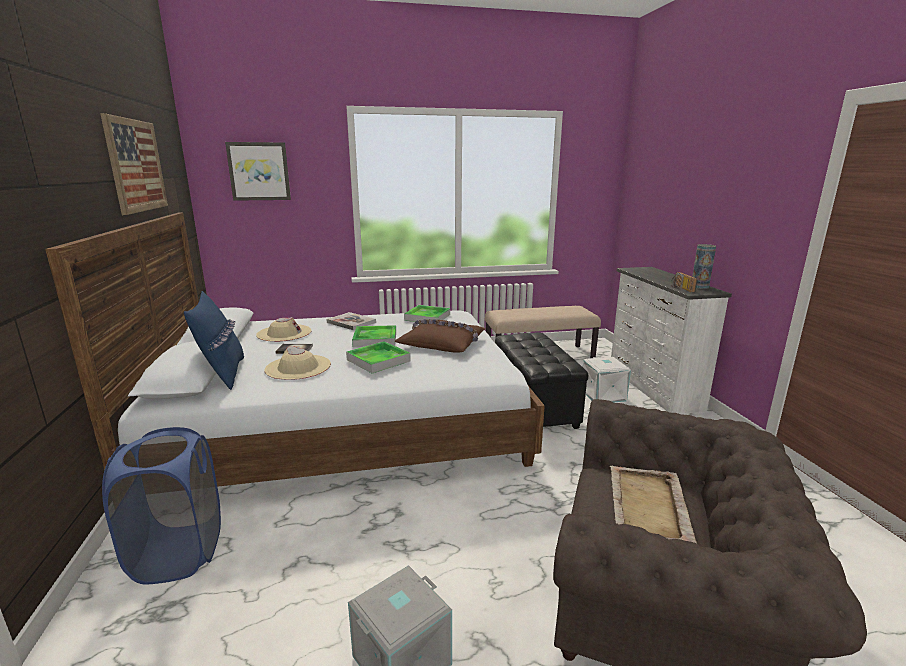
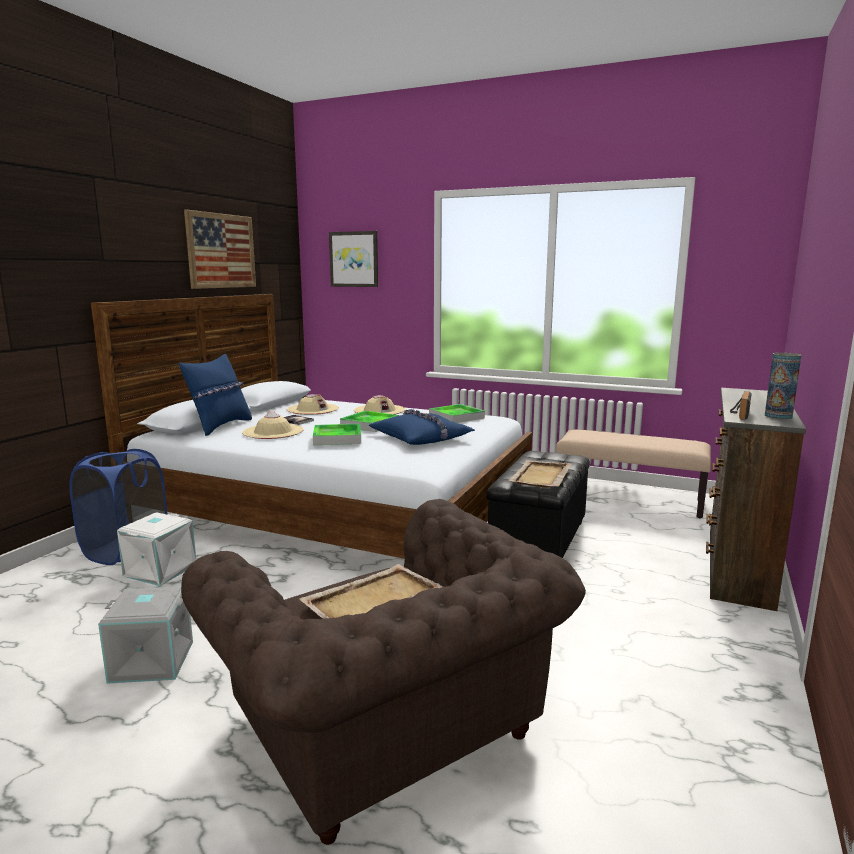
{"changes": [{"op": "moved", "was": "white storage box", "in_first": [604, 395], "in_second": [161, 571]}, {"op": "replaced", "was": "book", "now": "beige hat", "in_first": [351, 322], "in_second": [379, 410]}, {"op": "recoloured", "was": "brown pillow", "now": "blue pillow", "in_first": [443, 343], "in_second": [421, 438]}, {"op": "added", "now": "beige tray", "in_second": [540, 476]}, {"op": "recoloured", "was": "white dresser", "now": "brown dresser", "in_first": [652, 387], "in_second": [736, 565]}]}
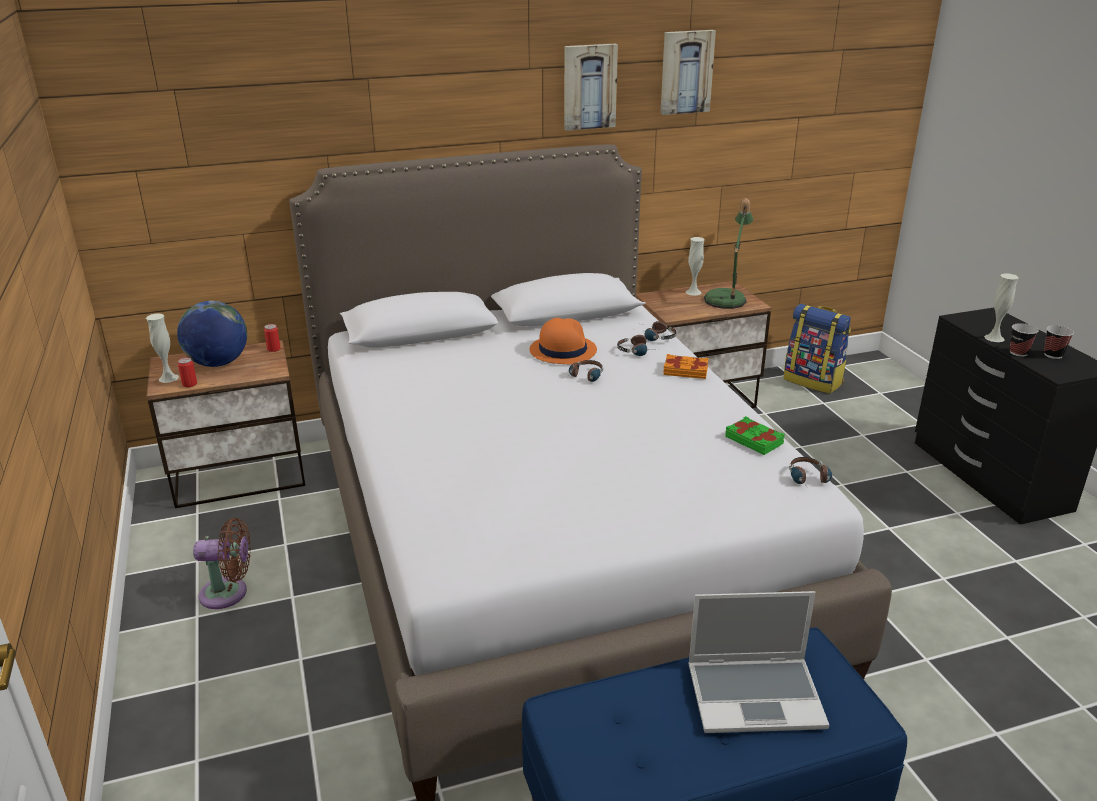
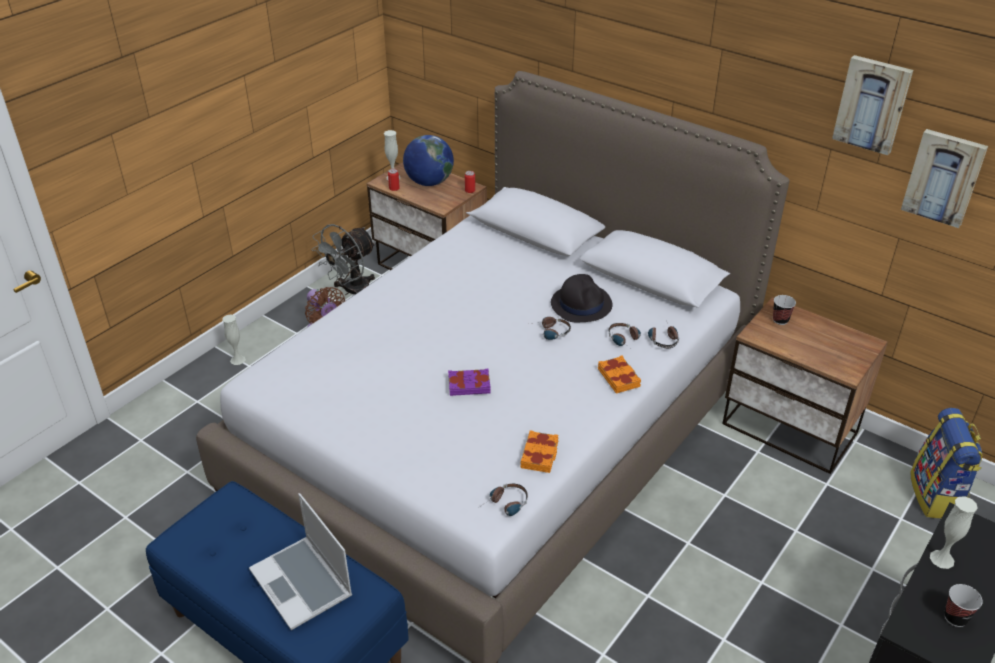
{"changes": [{"op": "moved", "was": "white vase", "in_first": [693, 292], "in_second": [237, 360]}, {"op": "added", "now": "grey fan", "in_second": [351, 291]}, {"op": "added", "now": "purple book", "in_second": [469, 385]}, {"op": "recoloured", "was": "green book", "now": "orange book", "in_first": [754, 440], "in_second": [540, 455]}, {"op": "recoloured", "was": "orange hat", "now": "black hat", "in_first": [562, 350], "in_second": [581, 304]}, {"op": "moved", "was": "cup", "in_first": [1018, 353], "in_second": [780, 320]}, {"op": "moved", "was": "picture", "in_first": [589, 86], "in_second": [944, 177]}, {"op": "removed", "was": "table lamp", "in_first": [727, 298]}]}
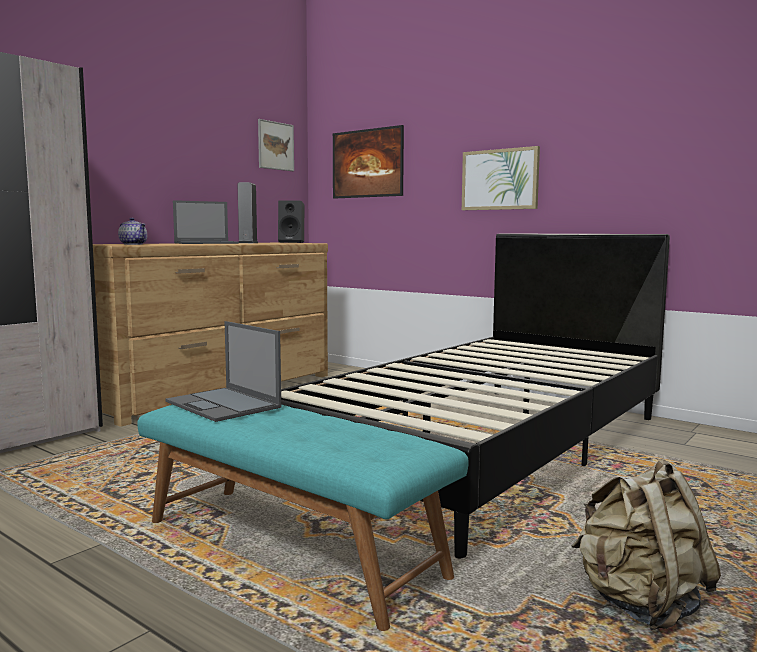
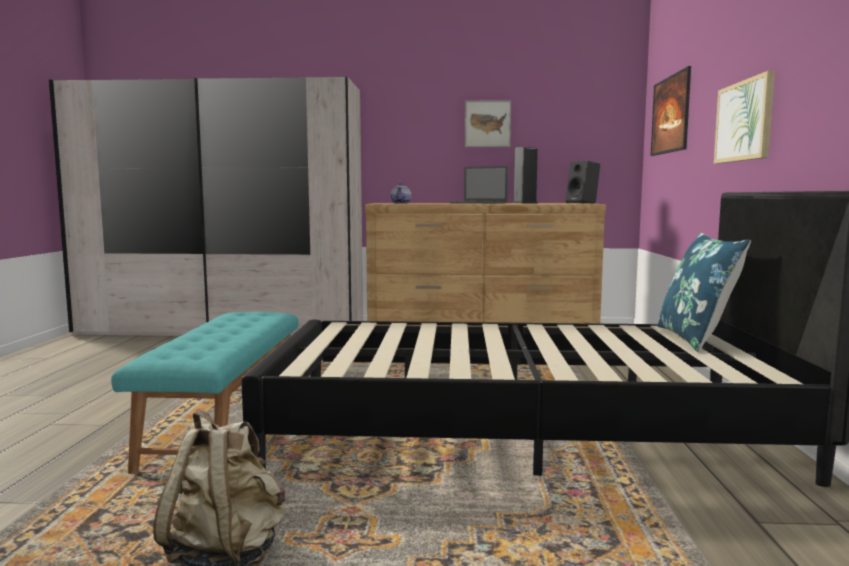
{"changes": [{"op": "moved", "was": "picture", "in_first": [275, 146], "in_second": [487, 124]}, {"op": "added", "now": "blue pillow", "in_second": [696, 338]}, {"op": "removed", "was": "laptop", "in_first": [224, 405]}]}
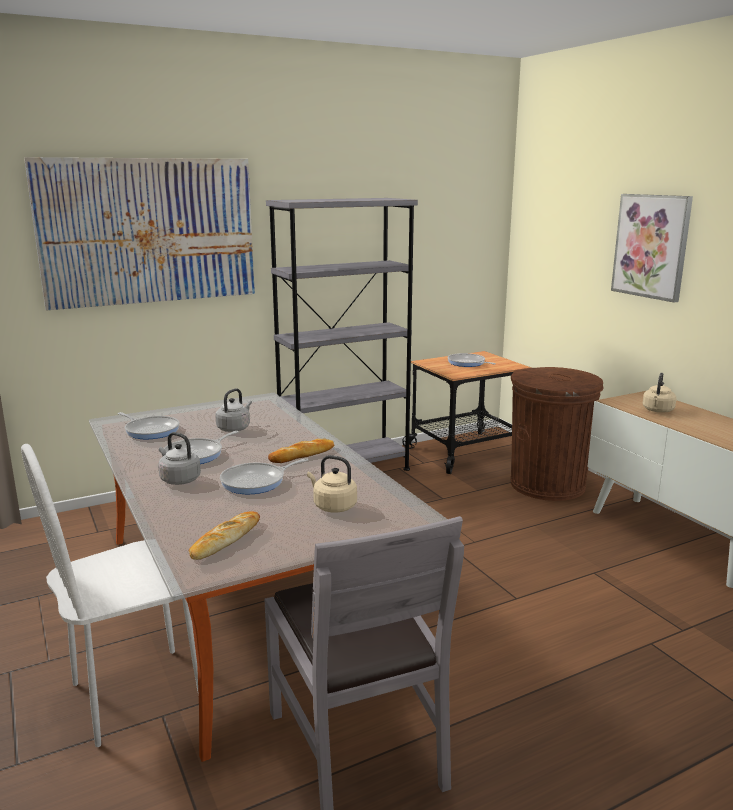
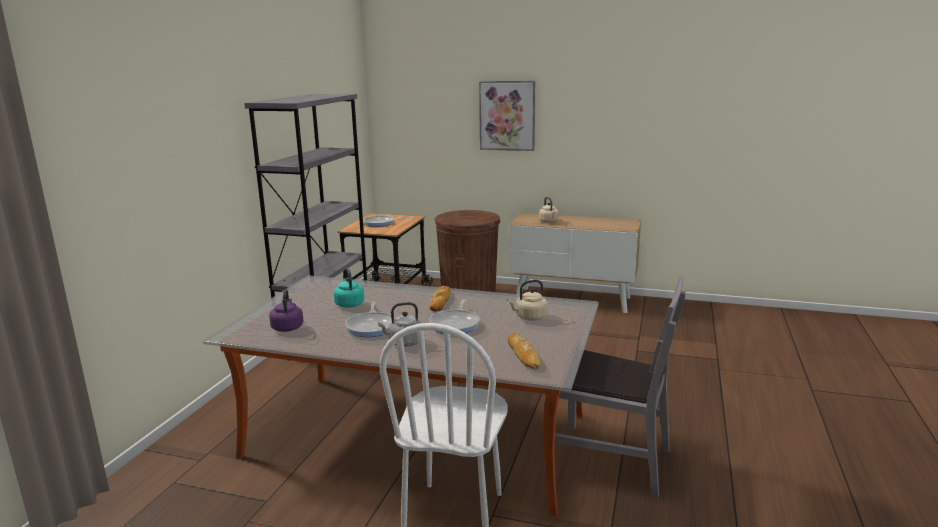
{"changes": [{"op": "replaced", "was": "frying pan", "now": "purple kettle", "in_first": [150, 430], "in_second": [287, 327]}, {"op": "recoloured", "was": "grey kettle", "now": "turquoise kettle", "in_first": [235, 428], "in_second": [349, 304]}, {"op": "removed", "was": "picture", "in_first": [149, 231]}]}
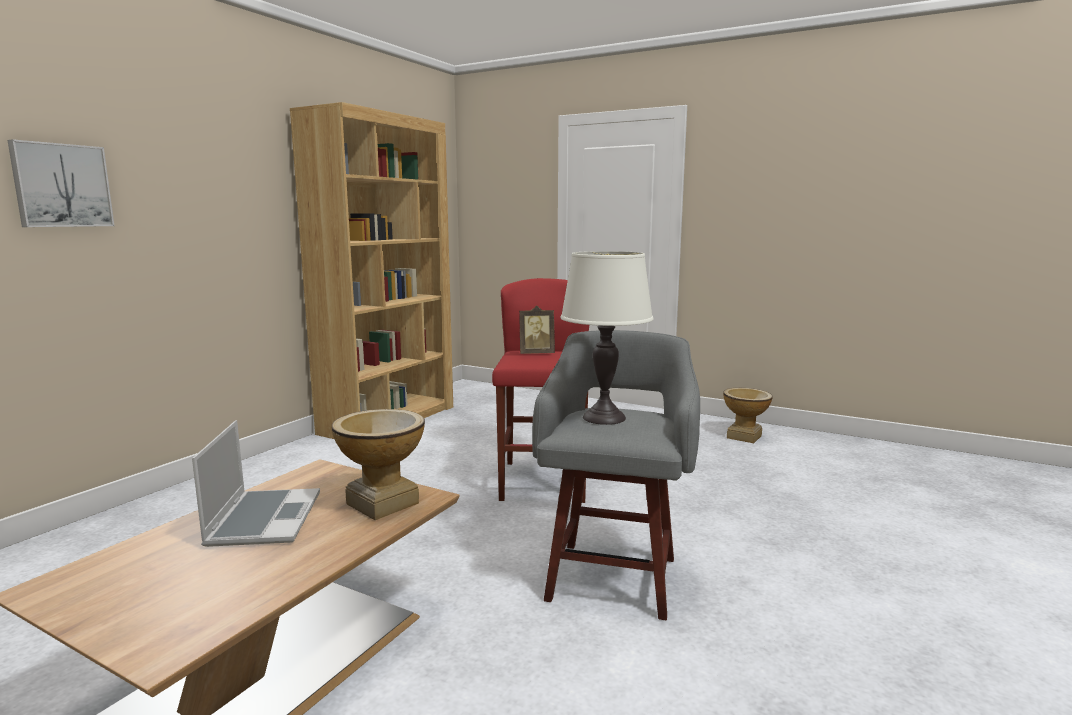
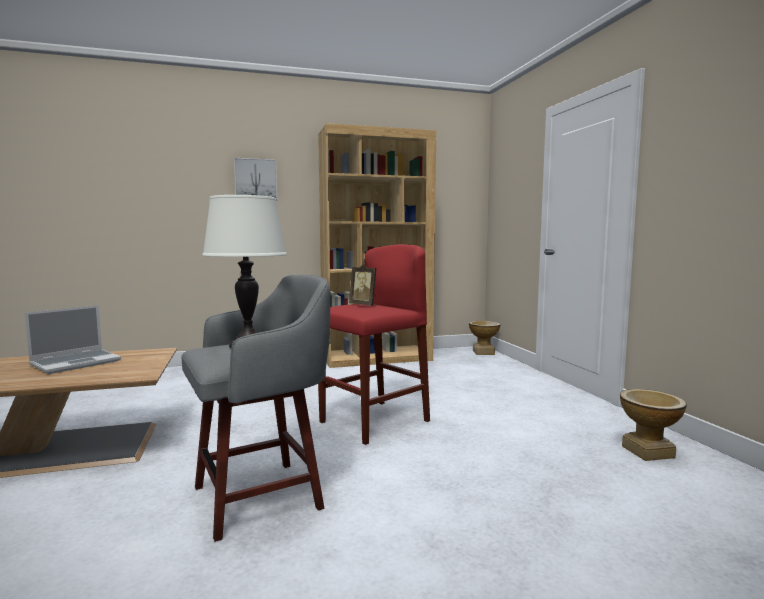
{"changes": [{"op": "moved", "was": "picture", "in_first": [61, 185], "in_second": [255, 180]}, {"op": "moved", "was": "vase", "in_first": [383, 503], "in_second": [483, 352]}]}
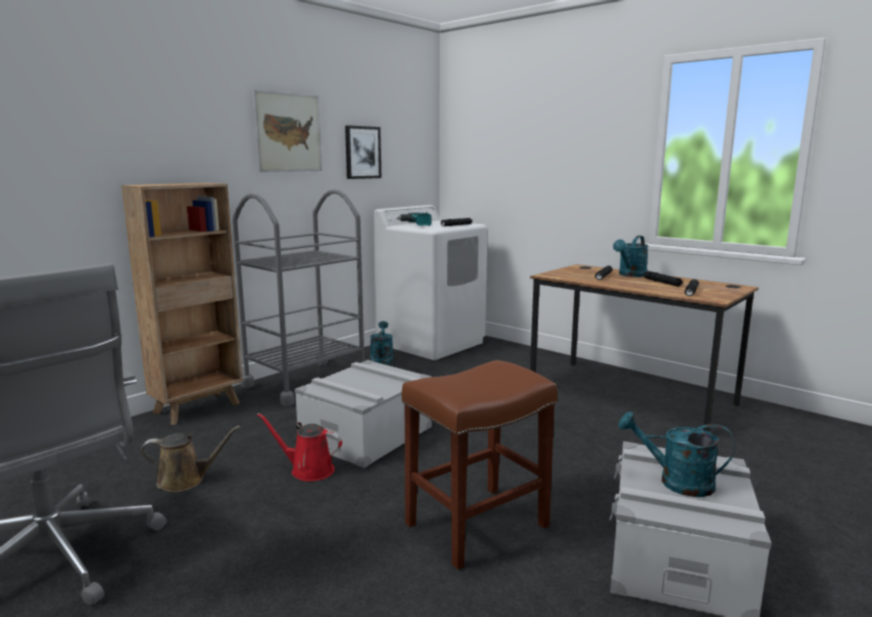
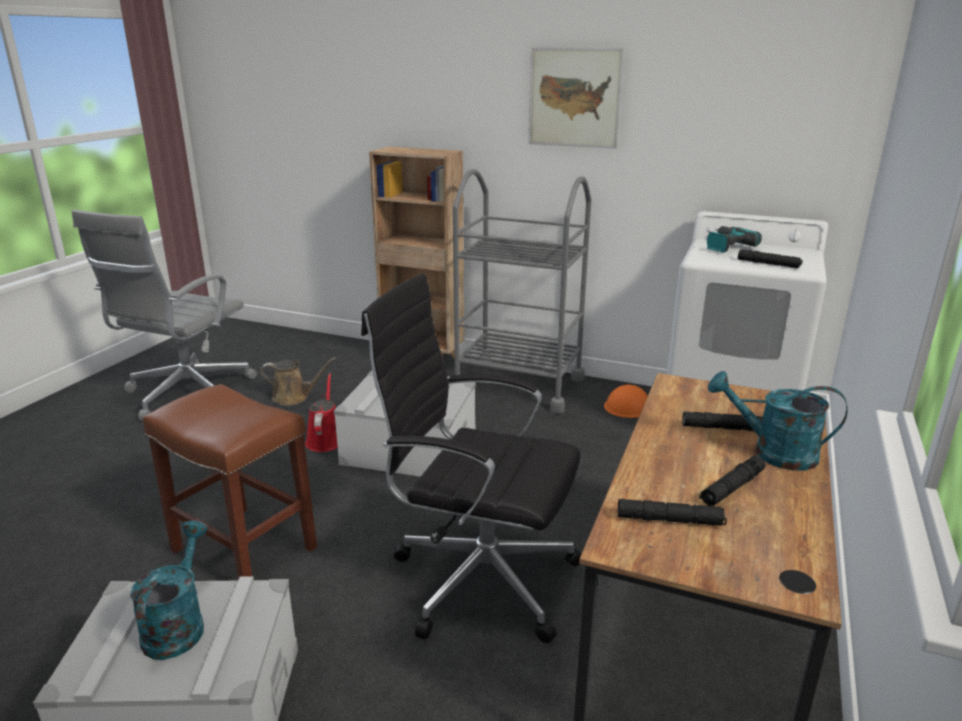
{"changes": [{"op": "turned", "was": "brown watering can", "in_first": [186, 480], "in_second": [294, 397], "clockwise": -60}, {"op": "added", "now": "black office chair", "in_second": [479, 577]}, {"op": "replaced", "was": "turquoise watering can", "now": "orange hard hat", "in_first": [381, 358], "in_second": [629, 406]}, {"op": "removed", "was": "picture", "in_first": [362, 152]}]}
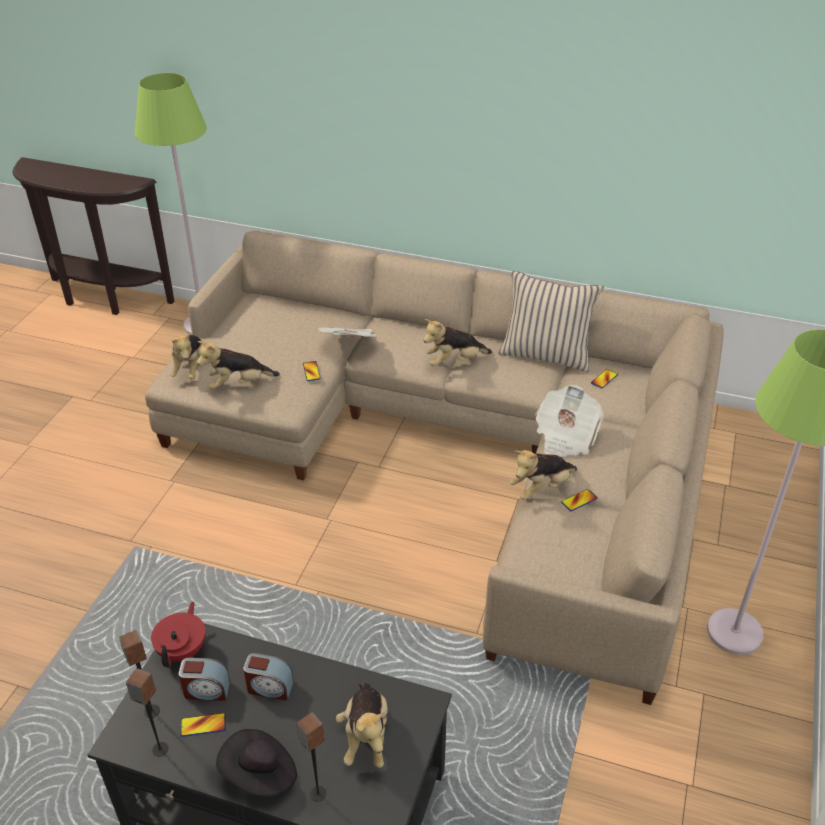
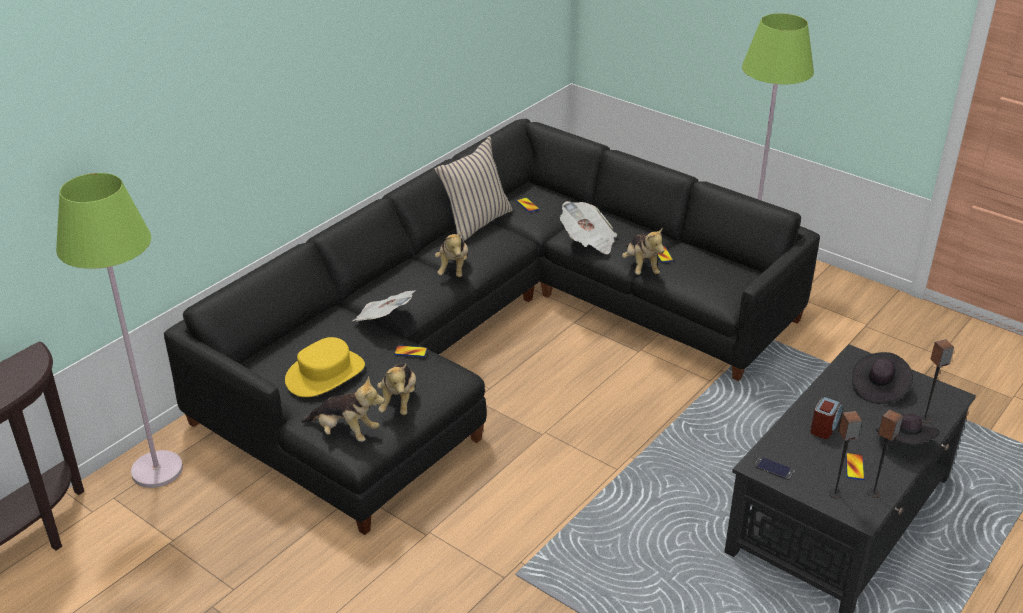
{"changes": [{"op": "recoloured", "was": "beige sofa", "now": "black sofa", "in_first": [457, 446], "in_second": [489, 337]}, {"op": "added", "now": "yellow hat", "in_second": [325, 374]}, {"op": "replaced", "was": "red teapot", "now": "phone", "in_first": [183, 650], "in_second": [774, 468]}, {"op": "replaced", "was": "plush toy", "now": "black hat", "in_first": [366, 736], "in_second": [878, 388]}, {"op": "removed", "was": "alarm clock", "in_first": [206, 690]}]}
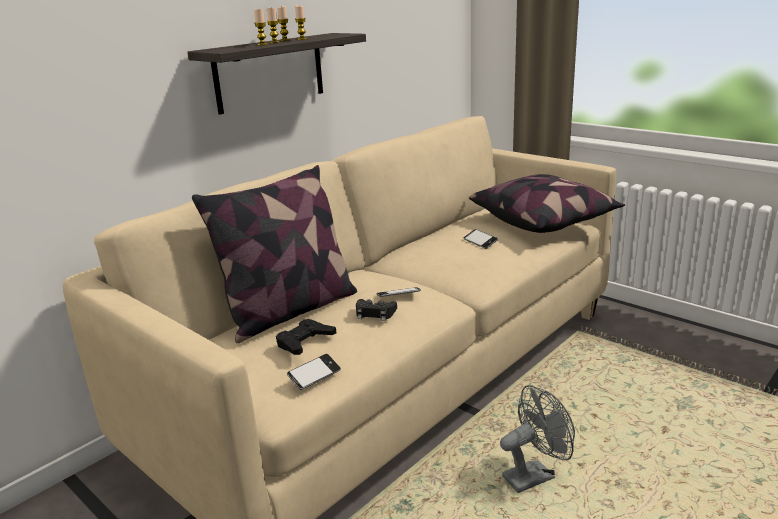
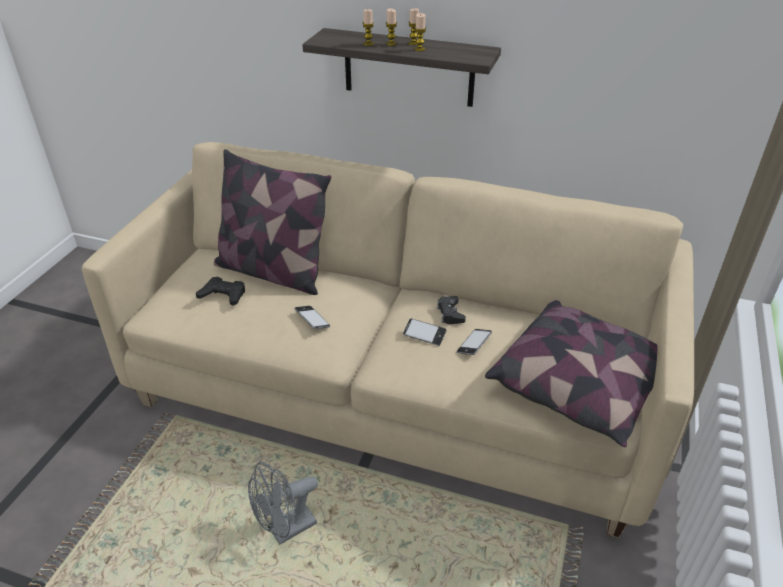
{"changes": [{"op": "turned", "was": "grey fan", "in_first": [534, 475], "in_second": [286, 530], "clockwise": 105}, {"op": "moved", "was": "phone", "in_first": [314, 375], "in_second": [424, 335]}, {"op": "moved", "was": "black game controller", "in_first": [375, 313], "in_second": [450, 313]}]}
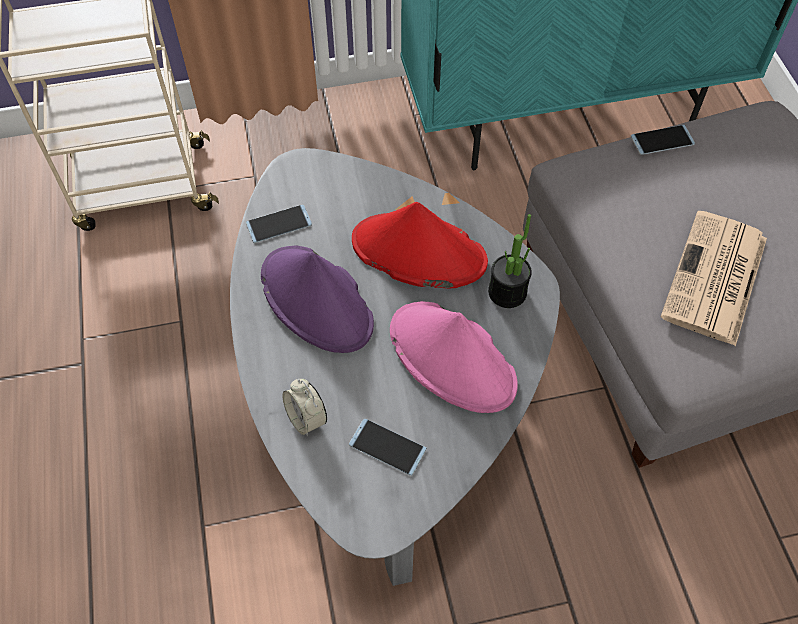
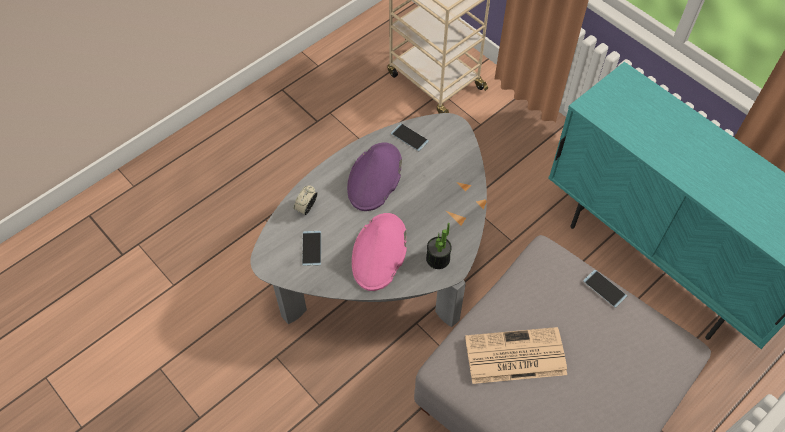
{"changes": [{"op": "removed", "was": "red hat", "in_first": [418, 252]}]}
